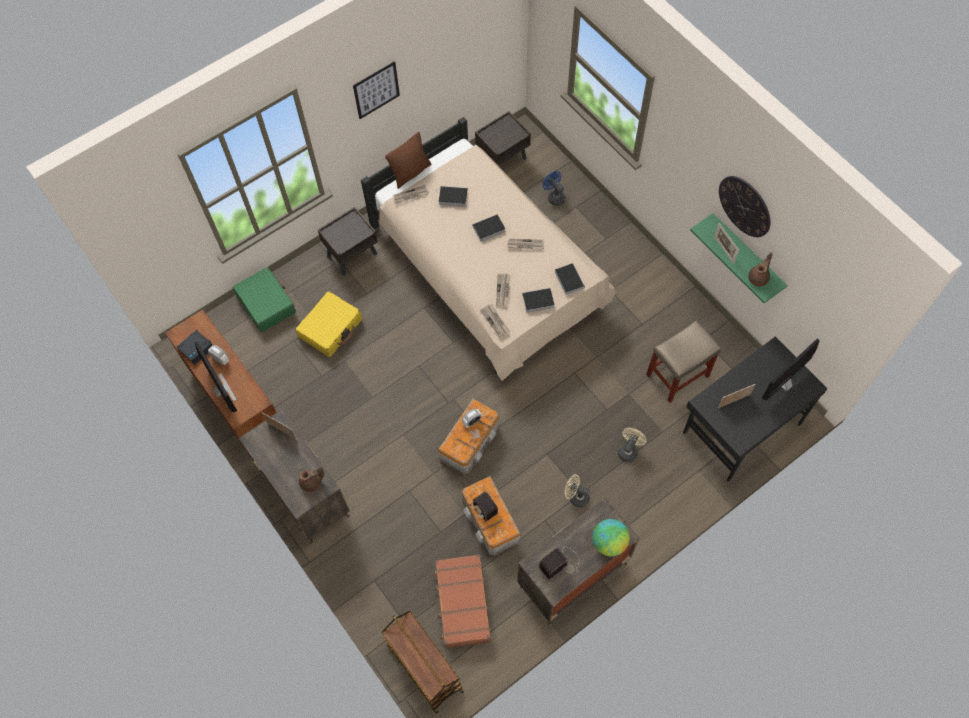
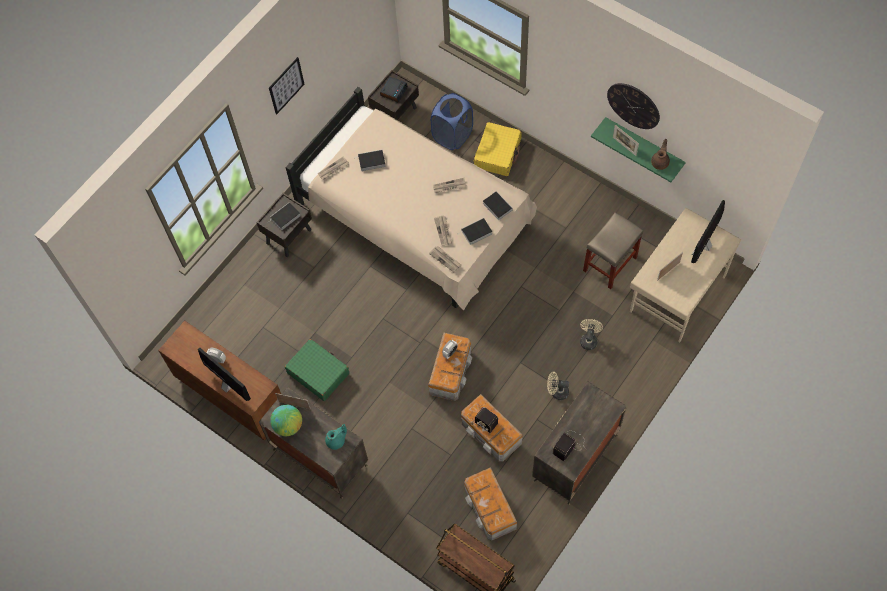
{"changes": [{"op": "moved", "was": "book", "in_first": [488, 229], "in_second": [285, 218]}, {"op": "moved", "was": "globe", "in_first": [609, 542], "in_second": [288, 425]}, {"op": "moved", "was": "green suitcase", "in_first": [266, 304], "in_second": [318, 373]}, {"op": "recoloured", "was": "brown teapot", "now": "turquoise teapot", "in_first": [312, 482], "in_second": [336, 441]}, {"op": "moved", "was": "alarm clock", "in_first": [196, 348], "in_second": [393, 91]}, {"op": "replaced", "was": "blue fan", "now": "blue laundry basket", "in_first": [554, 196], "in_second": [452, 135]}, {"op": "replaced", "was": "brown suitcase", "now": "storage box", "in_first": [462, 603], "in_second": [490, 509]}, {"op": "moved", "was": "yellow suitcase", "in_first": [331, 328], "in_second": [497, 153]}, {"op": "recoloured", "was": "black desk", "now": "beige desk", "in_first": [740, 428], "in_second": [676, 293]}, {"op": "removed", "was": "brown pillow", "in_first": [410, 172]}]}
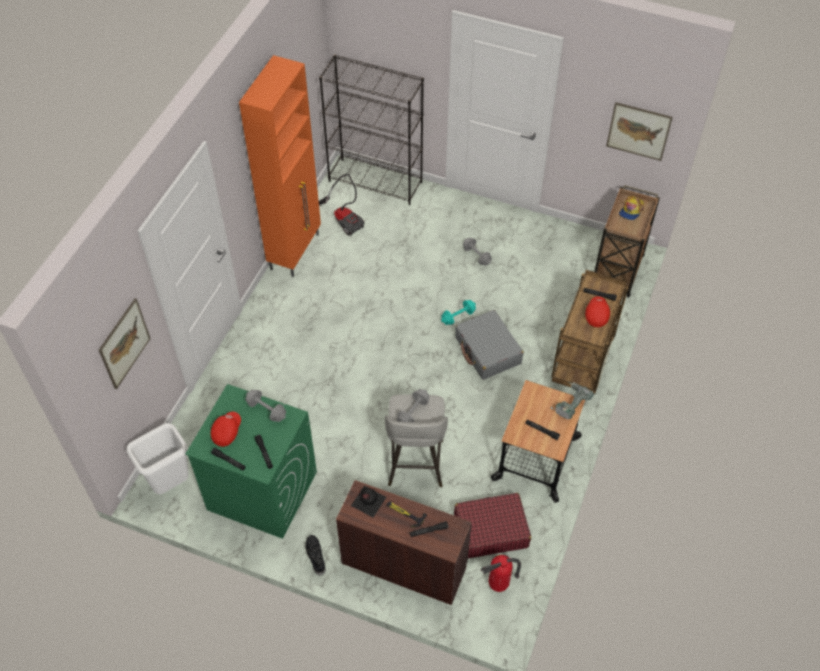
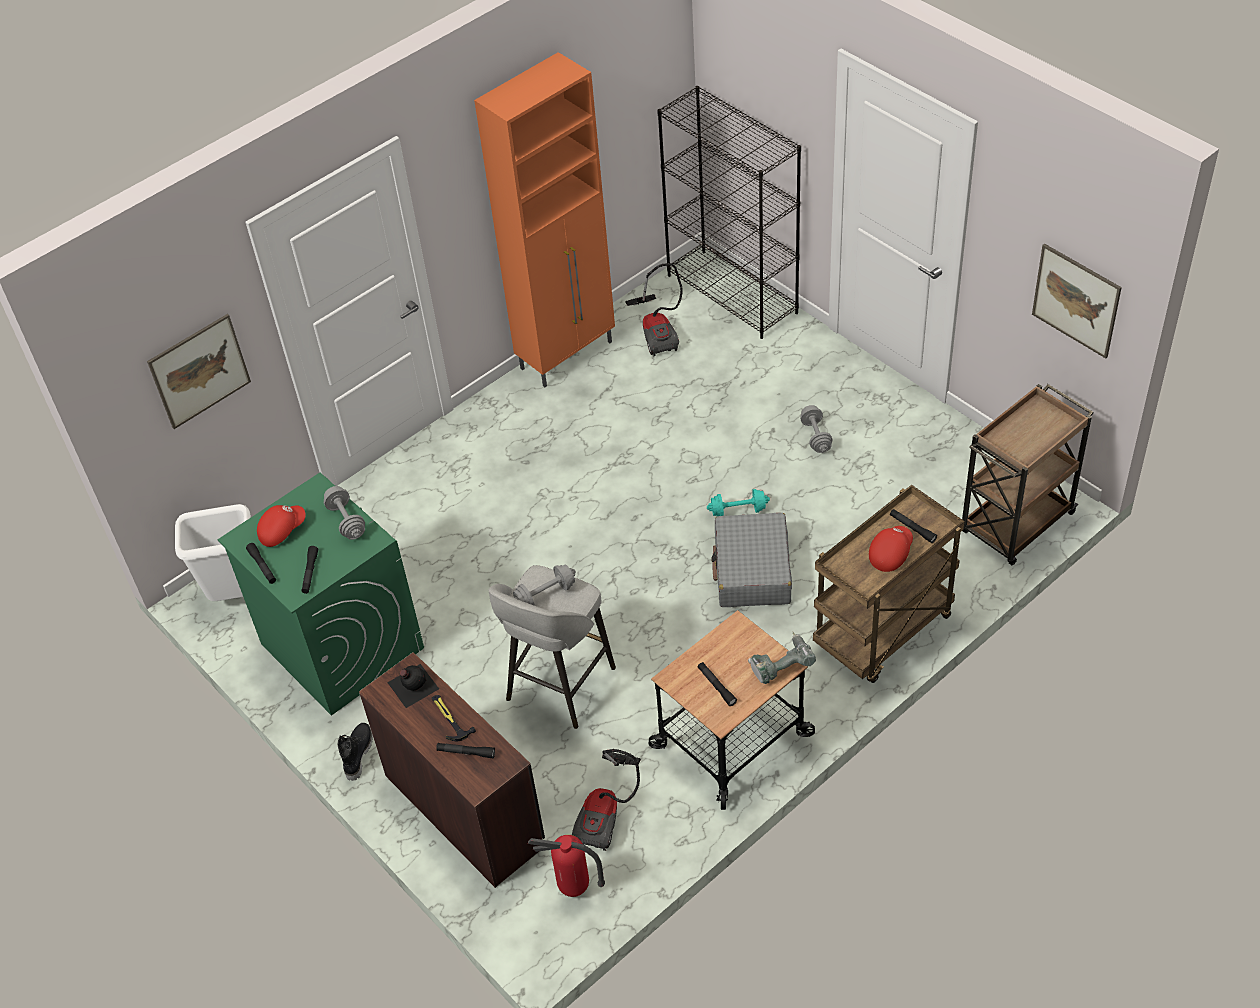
{"changes": [{"op": "replaced", "was": "red suitcase", "now": "vacuum cleaner", "in_first": [490, 530], "in_second": [608, 812]}, {"op": "removed", "was": "cap", "in_first": [631, 210]}]}
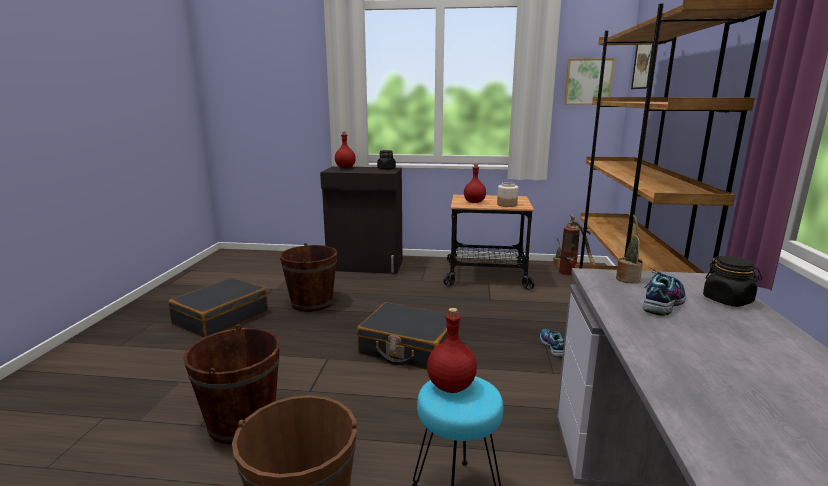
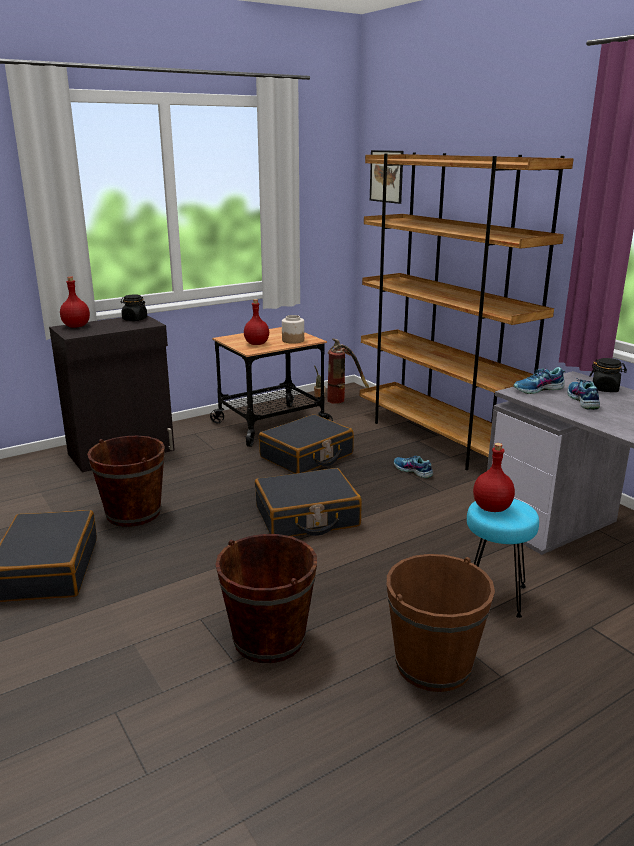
{"changes": [{"op": "added", "now": "black suitcase", "in_second": [307, 456]}, {"op": "replaced", "was": "potted plant", "now": "shoe", "in_first": [627, 278], "in_second": [538, 389]}, {"op": "removed", "was": "picture", "in_first": [588, 81]}]}
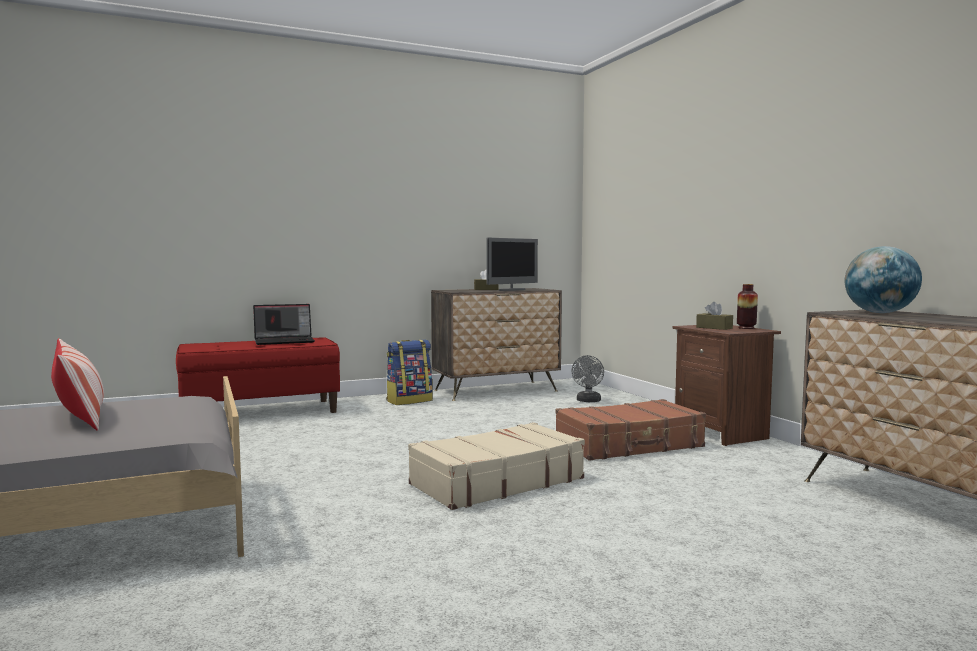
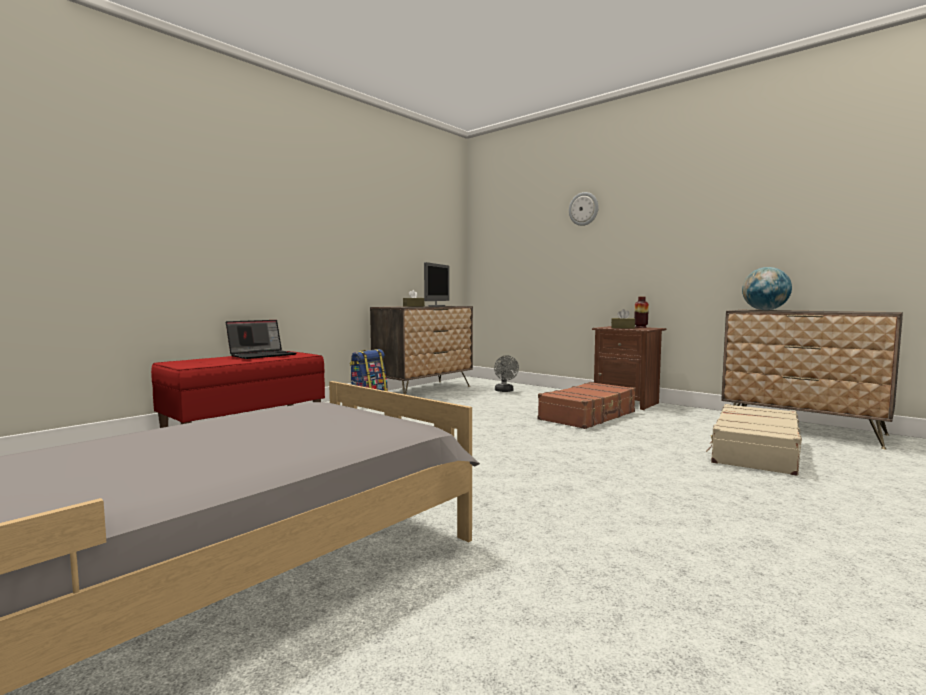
{"changes": [{"op": "added", "now": "wall clock", "in_second": [583, 209]}, {"op": "moved", "was": "beige suitcase", "in_first": [496, 481], "in_second": [754, 451]}, {"op": "removed", "was": "pillow", "in_first": [79, 415]}]}
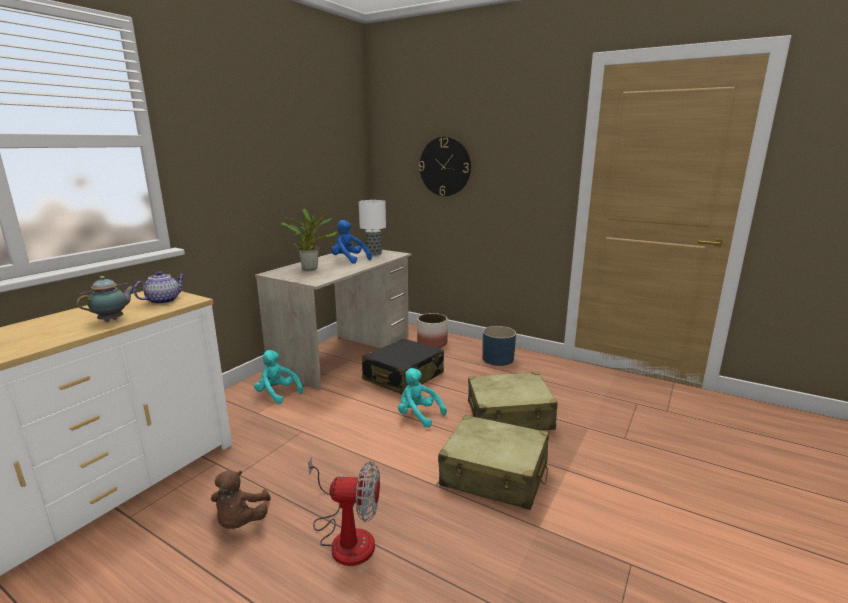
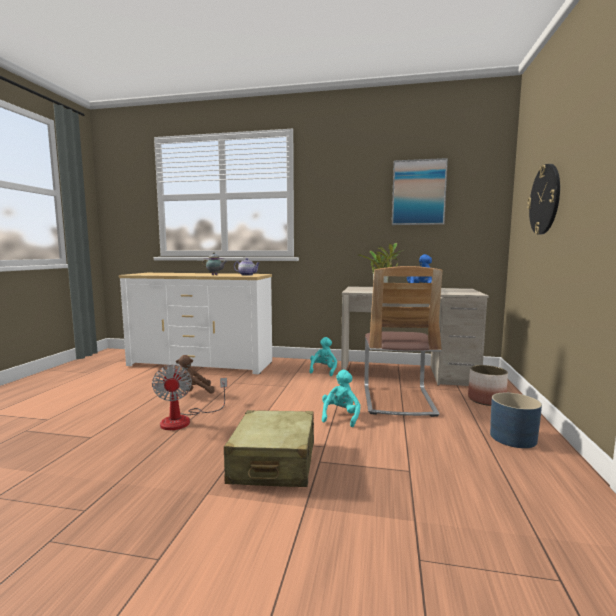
{"changes": [{"op": "replaced", "was": "black suitcase", "now": "chair", "in_first": [403, 377], "in_second": [398, 400]}, {"op": "added", "now": "picture", "in_second": [418, 192]}, {"op": "removed", "was": "table lamp", "in_first": [373, 253]}, {"op": "removed", "was": "beige suitcase", "in_first": [509, 416]}]}
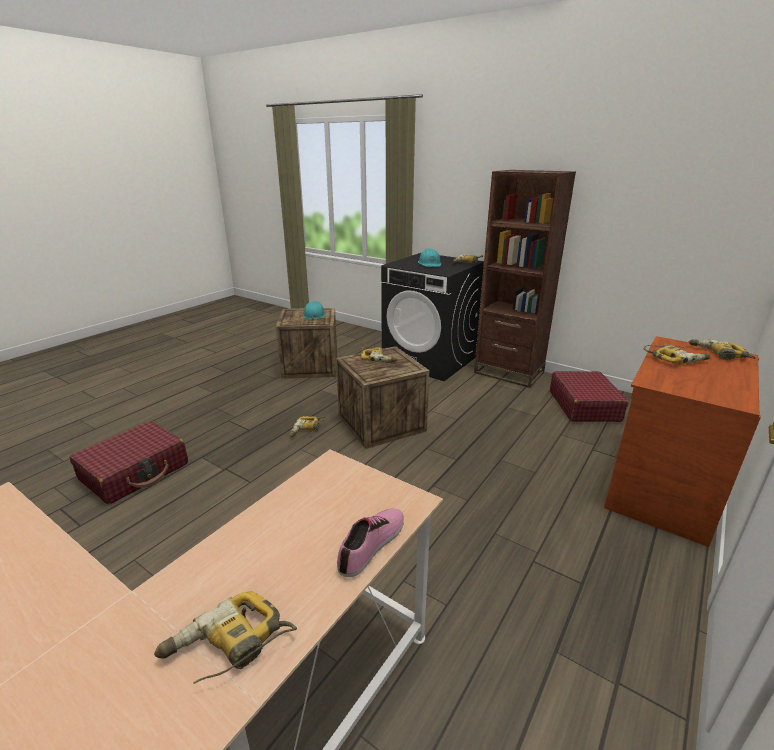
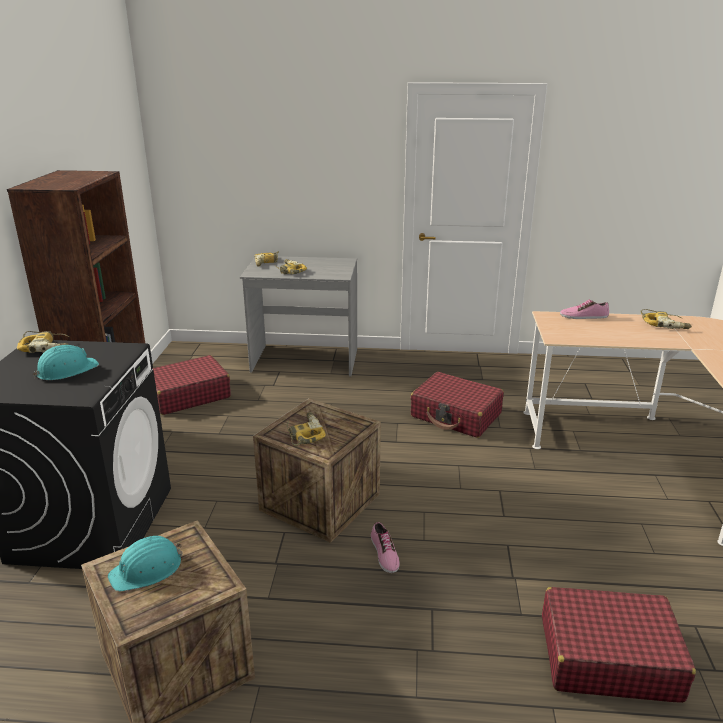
{"changes": [{"op": "recoloured", "was": "brown desk", "now": "grey desk", "in_first": [661, 486], "in_second": [304, 360]}, {"op": "replaced", "was": "power drill", "now": "shoe", "in_first": [307, 430], "in_second": [384, 554]}, {"op": "added", "now": "red suitcase", "in_second": [456, 415]}]}
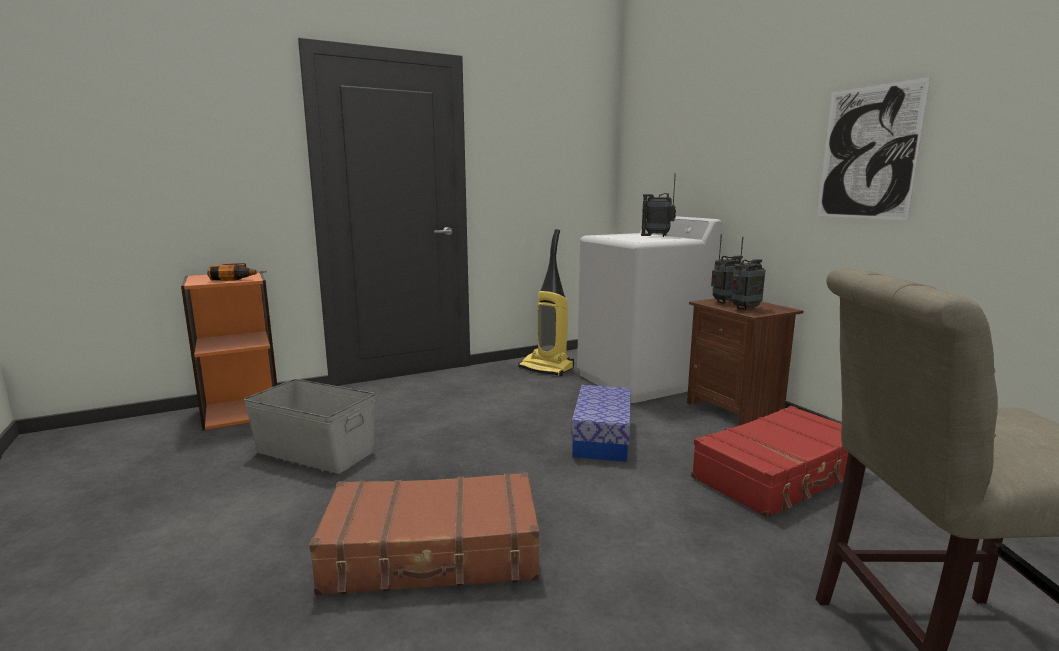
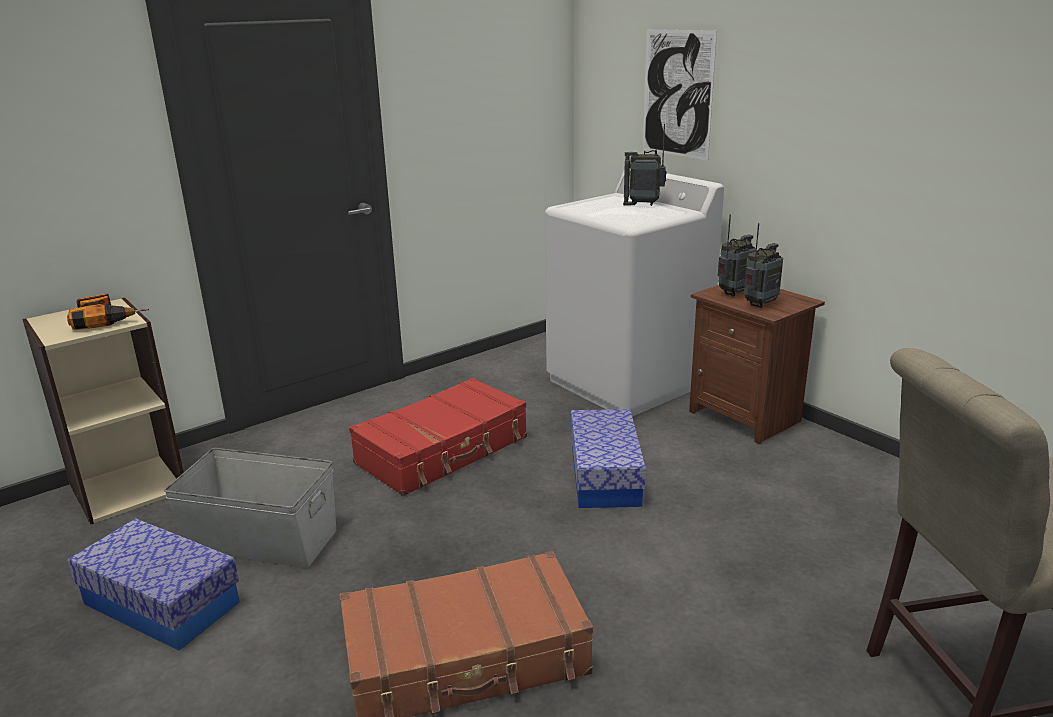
{"changes": [{"op": "recoloured", "was": "orange bookcase", "now": "beige bookcase", "in_first": [241, 411], "in_second": [128, 487]}, {"op": "added", "now": "storage box", "in_second": [161, 603]}, {"op": "moved", "was": "red suitcase", "in_first": [780, 475], "in_second": [443, 451]}, {"op": "moved", "was": "picture", "in_first": [868, 153], "in_second": [677, 94]}, {"op": "removed", "was": "vacuum cleaner", "in_first": [547, 368]}]}
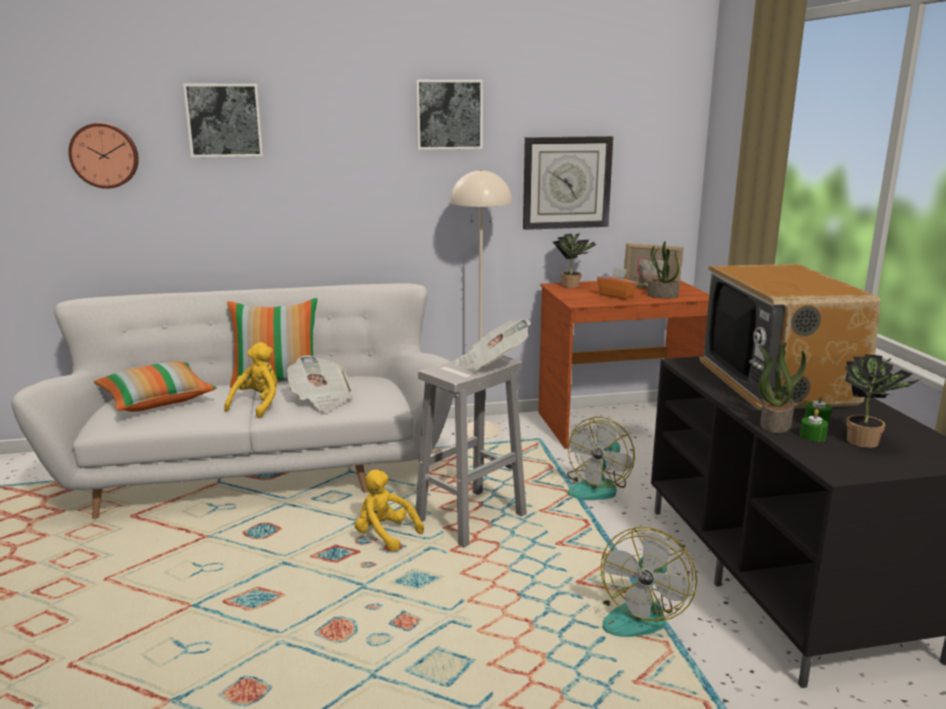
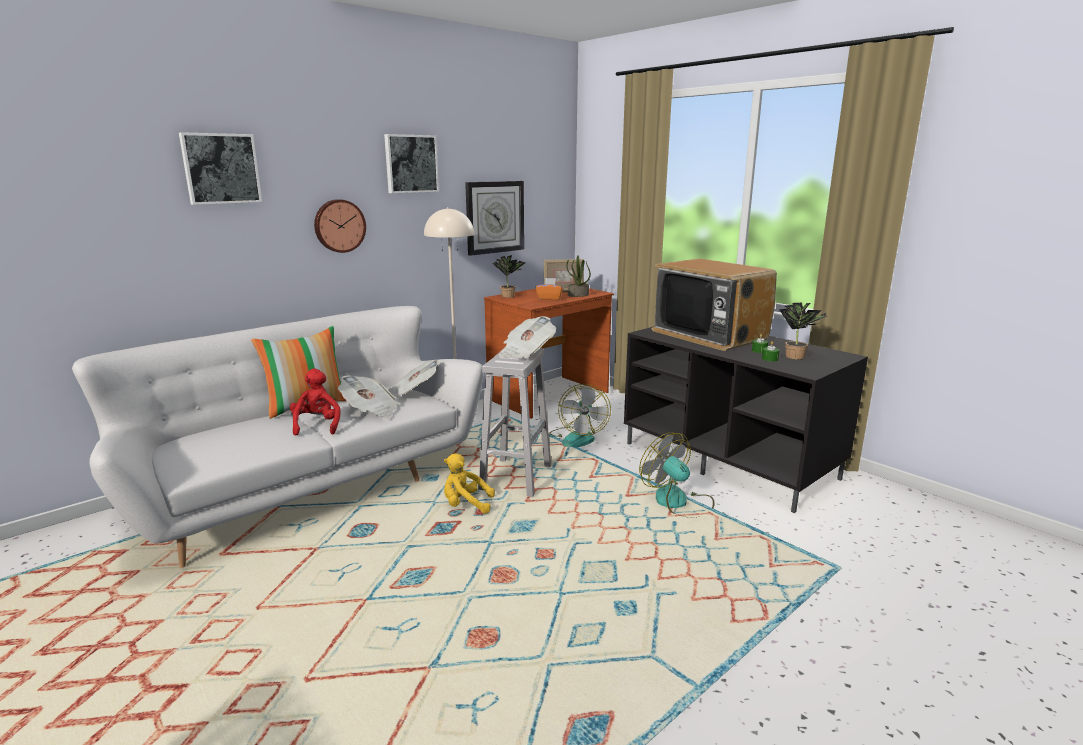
{"changes": [{"op": "recoloured", "was": "yellow plush toy", "now": "red plush toy", "in_first": [258, 405], "in_second": [317, 425]}, {"op": "moved", "was": "wall clock", "in_first": [104, 155], "in_second": [339, 226]}, {"op": "added", "now": "newspaper", "in_second": [412, 392]}, {"op": "turned", "was": "fan", "in_first": [638, 613], "in_second": [678, 502], "clockwise": 150}, {"op": "removed", "was": "pillow", "in_first": [157, 401]}, {"op": "removed", "was": "potted plant", "in_first": [774, 424]}]}
